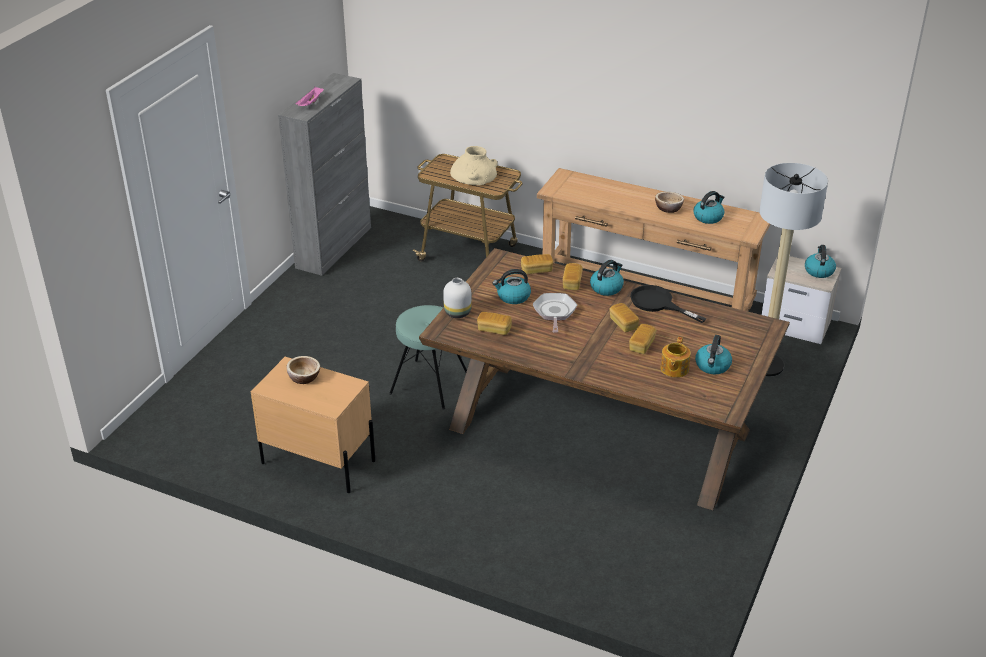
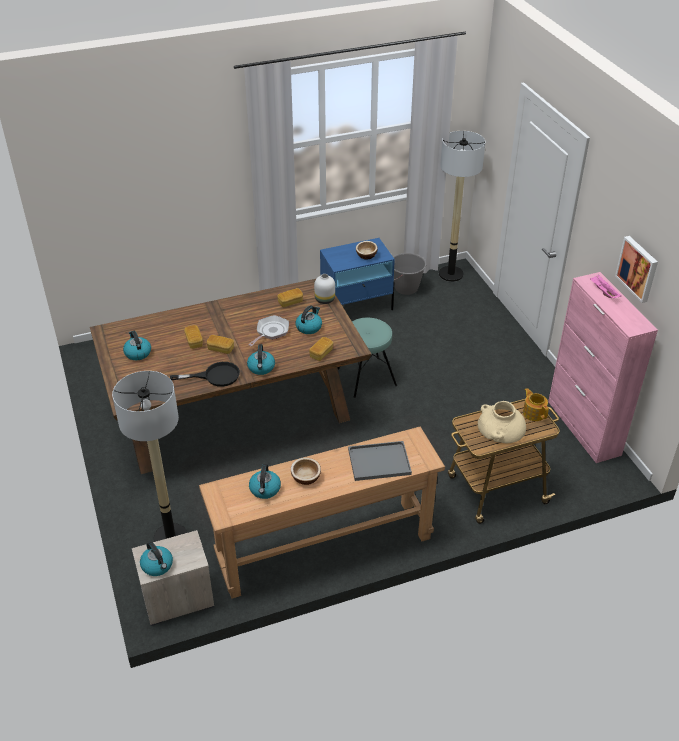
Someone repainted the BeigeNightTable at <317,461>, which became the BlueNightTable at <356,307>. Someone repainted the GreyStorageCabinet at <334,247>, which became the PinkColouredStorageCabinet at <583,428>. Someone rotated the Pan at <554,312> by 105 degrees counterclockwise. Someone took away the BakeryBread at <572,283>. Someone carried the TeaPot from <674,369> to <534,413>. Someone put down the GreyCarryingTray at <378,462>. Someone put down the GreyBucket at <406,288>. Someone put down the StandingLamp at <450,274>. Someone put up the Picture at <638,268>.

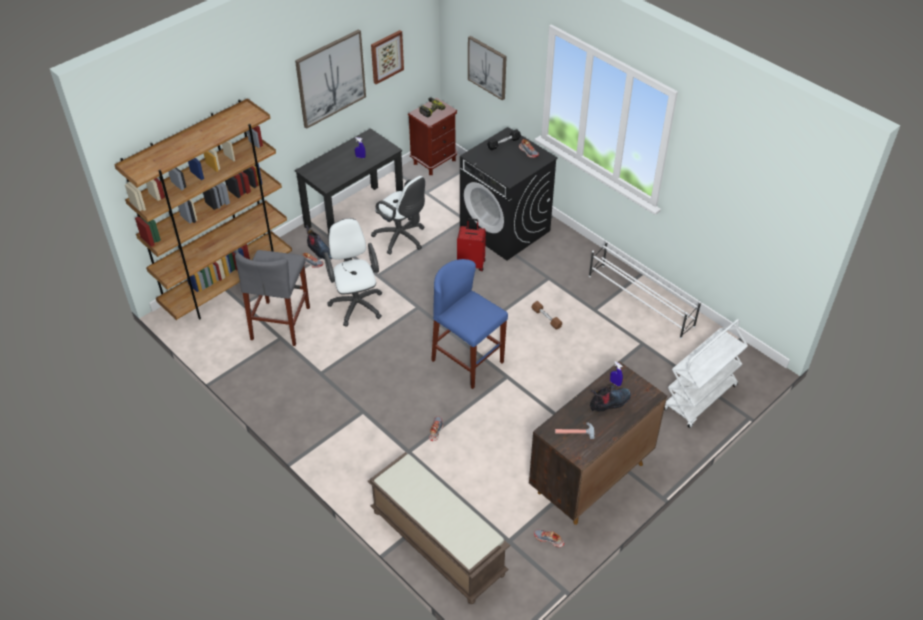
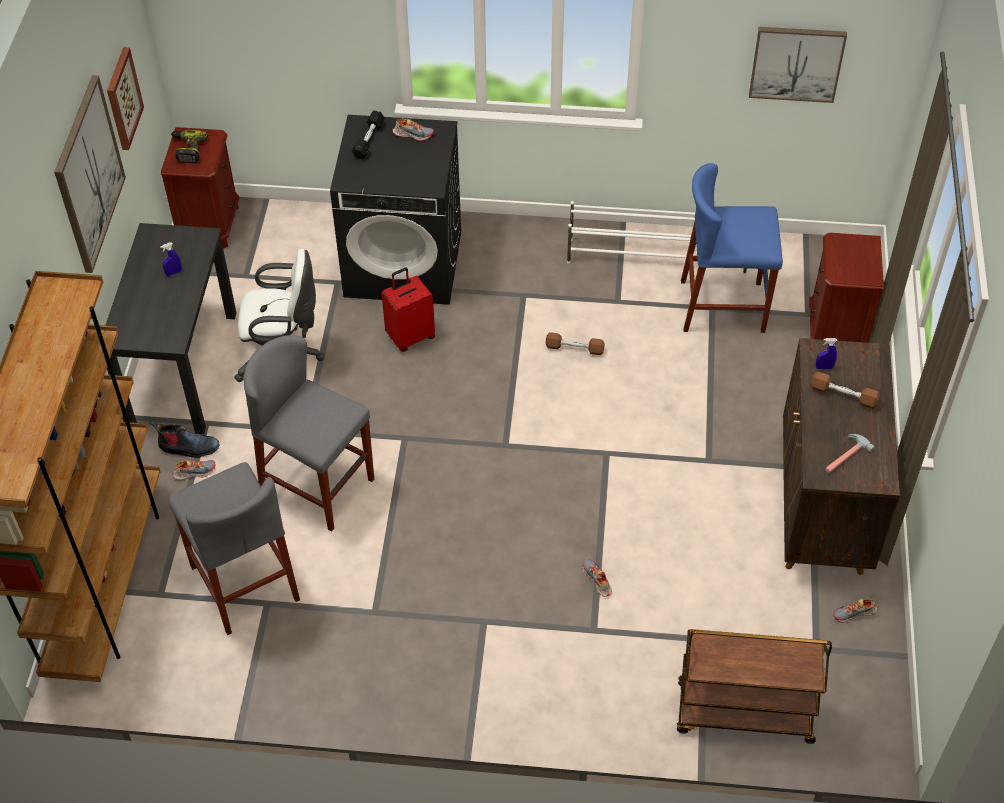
Someone swapped the WhitishOfficeChair at <356,303> for the GreyStool at <317,486>. Someone swapped the BrownColouredBench at <436,543> for the BrownColouredTrolley at <743,714>. Someone carried the BlueStool from <467,361> to <722,306>. Someone carried the Picture from <487,67> to <796,63>. Someone swapped the Boot at <609,403> for the BrownColouredDumbbell at <843,395>. Someone swapped the WhitishTrolley at <700,398> for the BrownColouredNightTable at <835,333>.

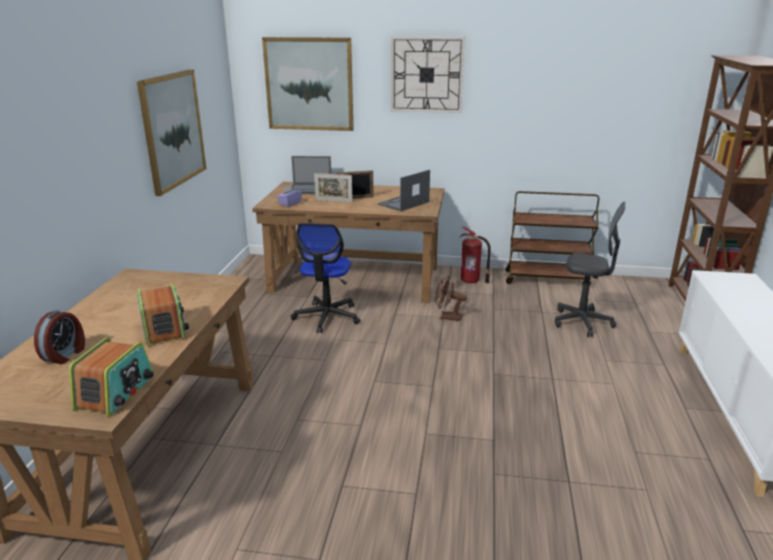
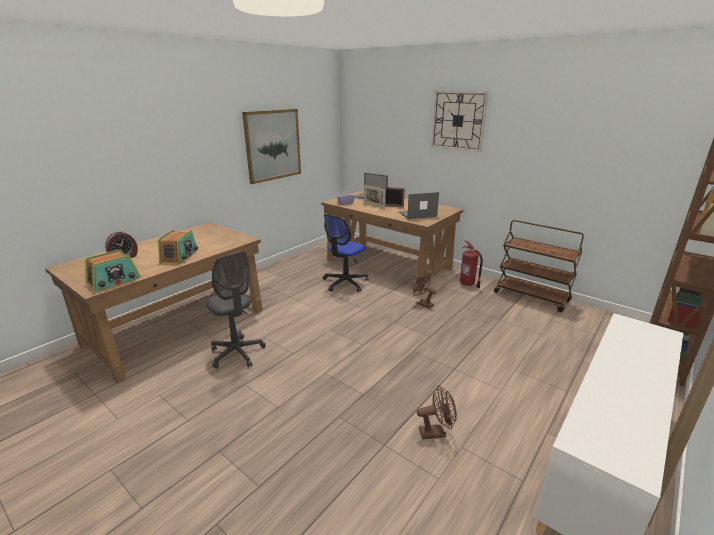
Someone took away the Picture at <309,84>. Someone carried the GreyOfficeChair from <582,322> to <237,353>. Someone put down the BrownColouredCoolingFan at <436,432>.

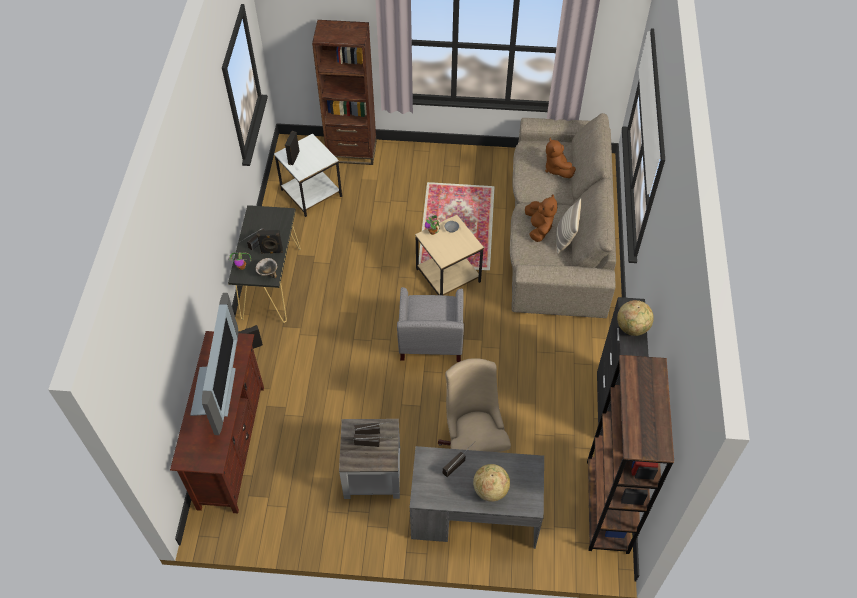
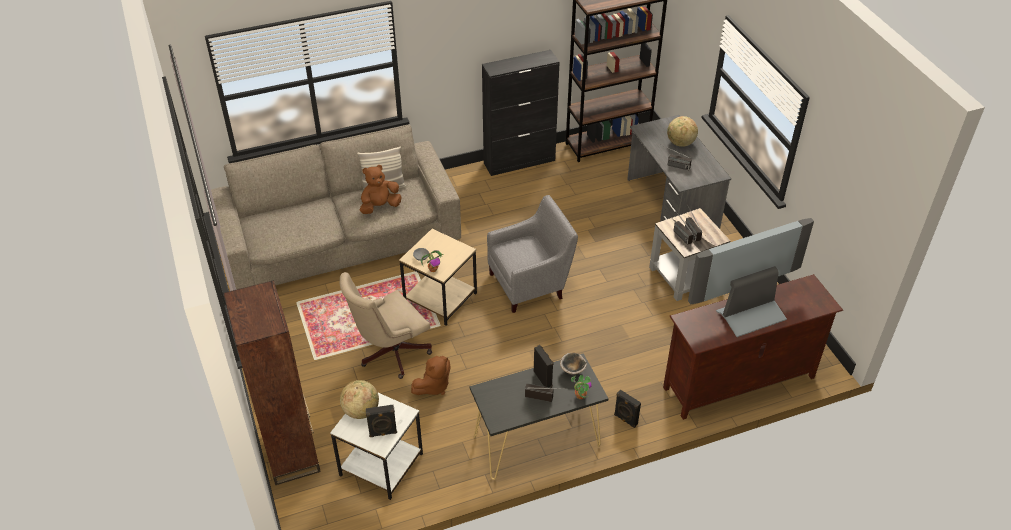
Someone carried the BeigeOfficeChair from <472,445> to <390,353>. Someone carried the BrownColouredSoftToy from <556,169> to <433,386>. Someone carried the WorldGlobe from <632,327> to <361,410>.

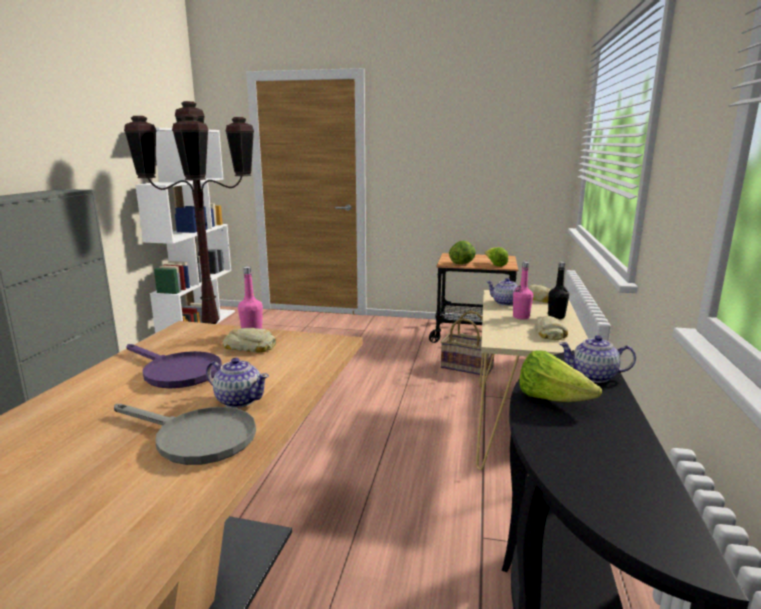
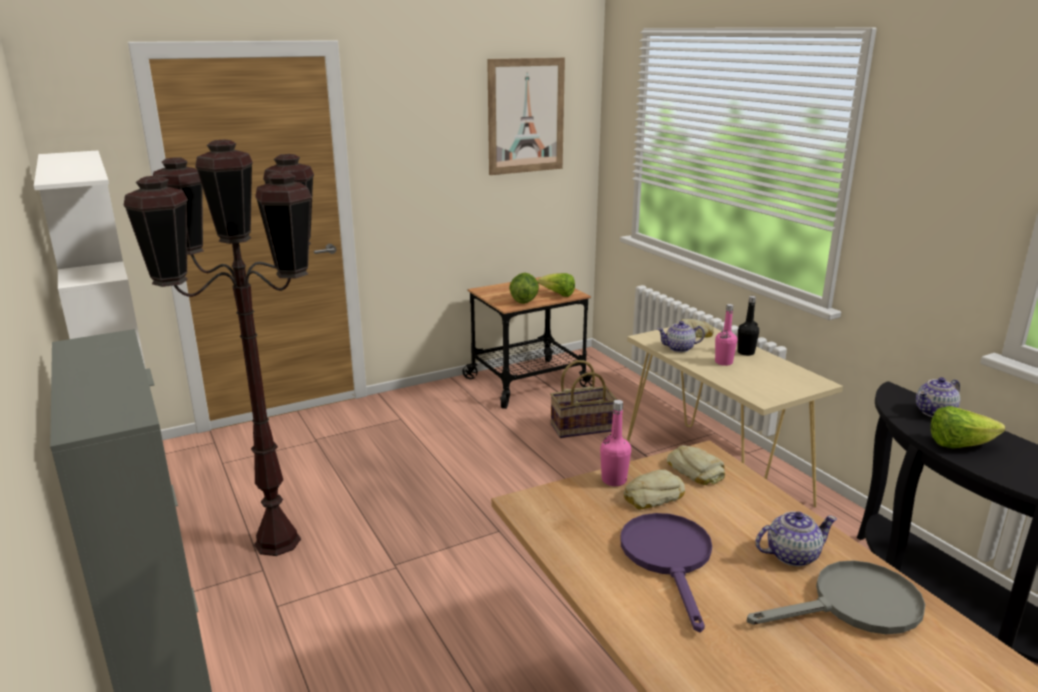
Someone rotated the PurplishPan at <176,372> by 90 degrees counterclockwise. Someone carried the BakeryBread from <550,333> to <696,470>. Someone put up the Picture at <526,116>.

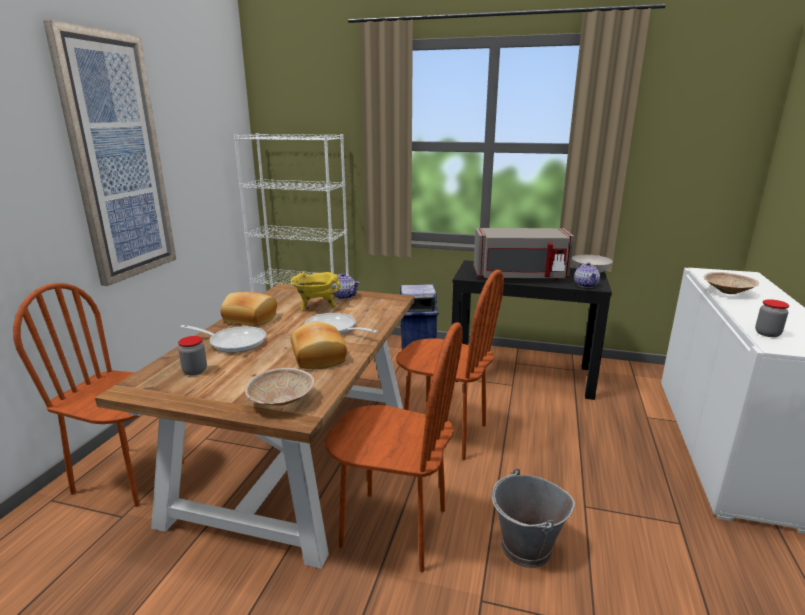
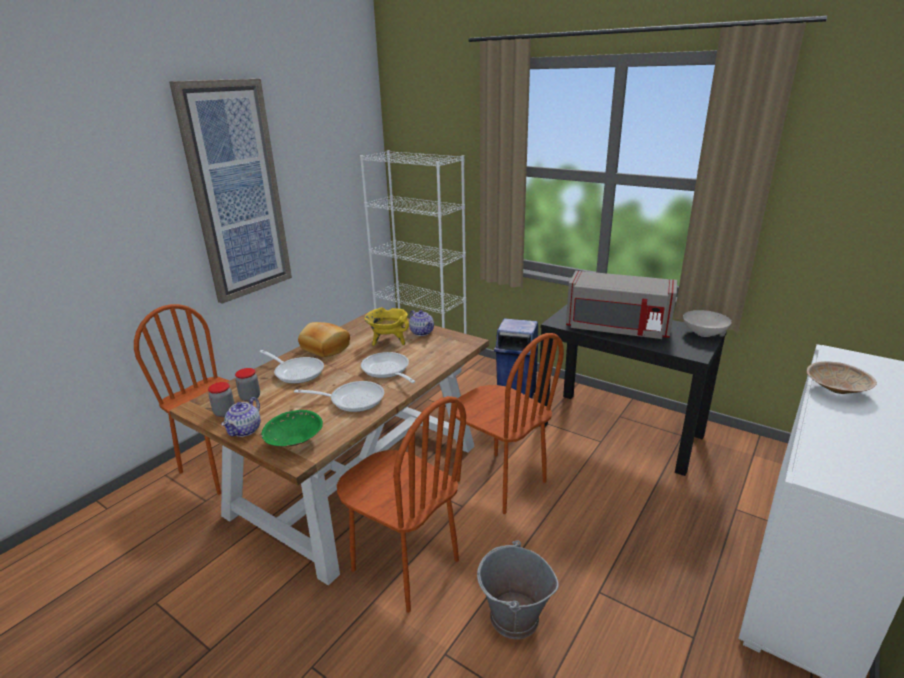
Someone repainted the BeigeServingBowl at <280,402>, which became the GreenishServingBowl at <294,441>. Someone swapped the BakeryBread at <317,357> for the Pan at <352,399>. Someone carried the TeaPot from <586,285> to <245,430>. Someone carried the StorageJar from <767,333> to <224,413>.

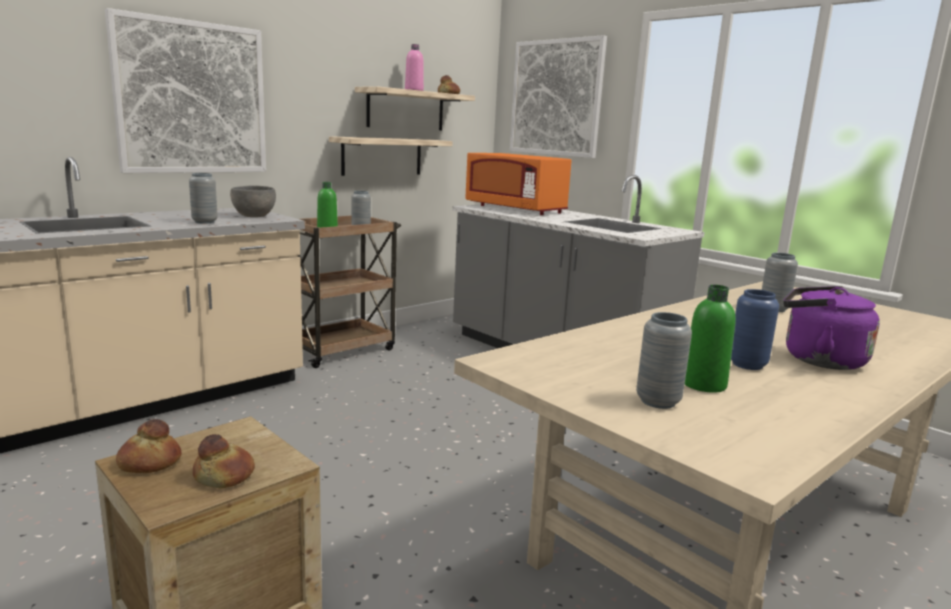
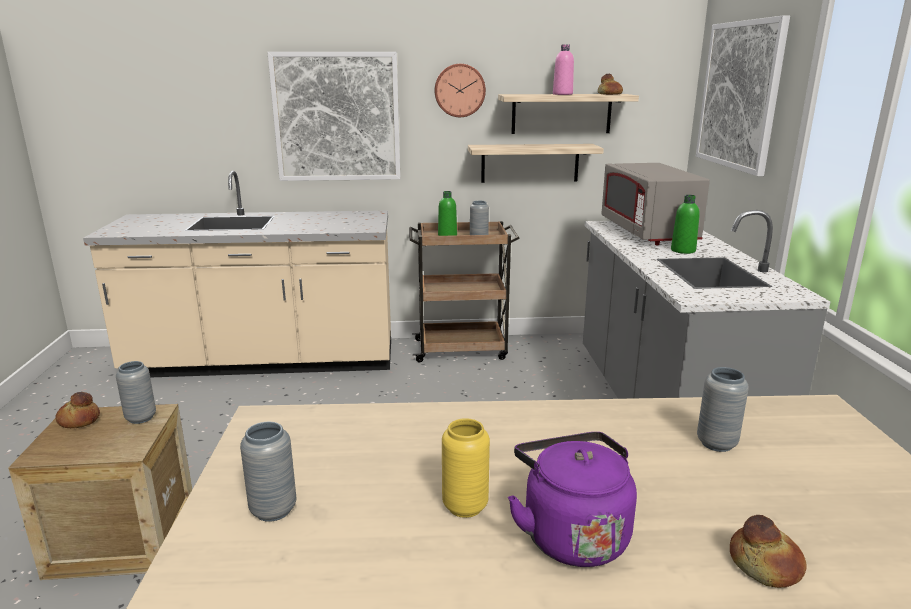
Someone carried the GreyDecorativeVase from <204,222> to <141,418>. Someone carried the BakeryBread from <224,475> to <765,564>. Someone took away the GreyServingBowl at <254,216>. Someone repainted the OrangeColouredKitchenMicrowave at <515,209>, which became the GreyKitchenMicrowave at <647,232>. Someone carried the GreenishBeverageBottle from <703,385> to <683,250>. Someone repainted the BlueDecorativeVase at <747,365>, which became the YellowDecorativeVase at <465,506>. Someone put up the WallClock at <459,90>.

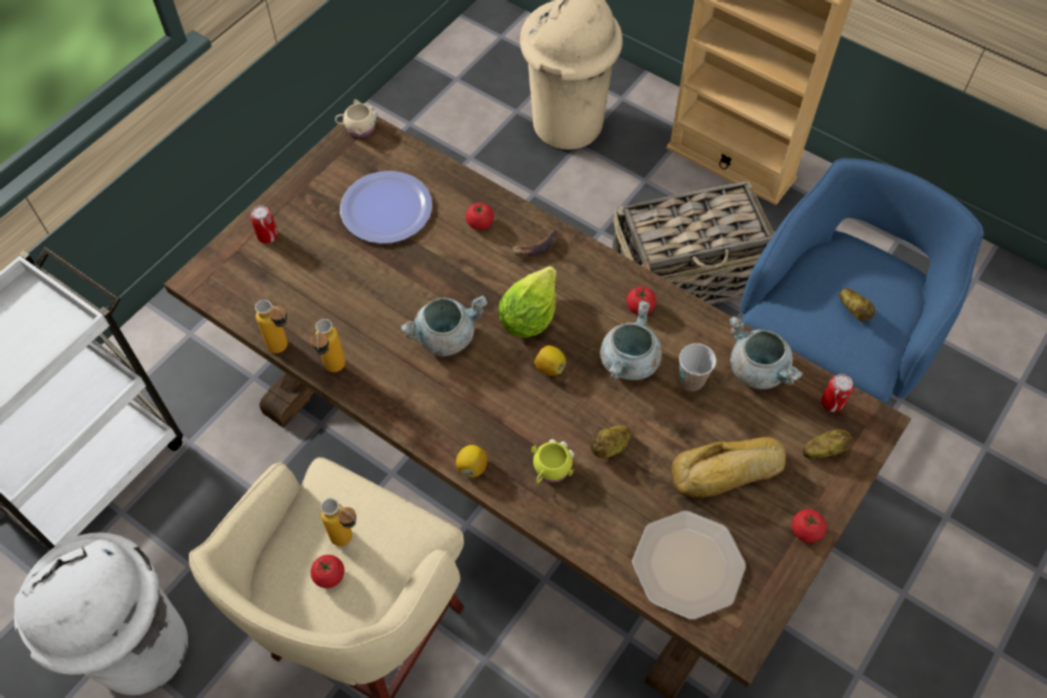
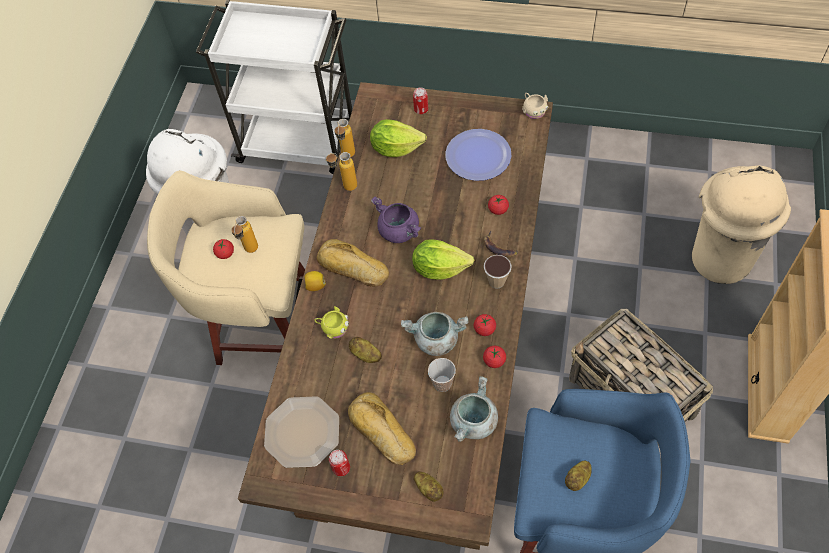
Someone repainted the GreySaucepot at <445,337>, which became the PurplishSaucepot at <399,231>. Someone took away the CitrusFruit at <549,367>. Someone carried the FreshTomato from <805,531> to <494,361>. Someone carried the Can from <832,403> to <341,468>. Someone put down the BakeryBread at <352,268>. Someone put down the LettuceHead at <396,148>. Someone put down the SmallCup at <496,281>.

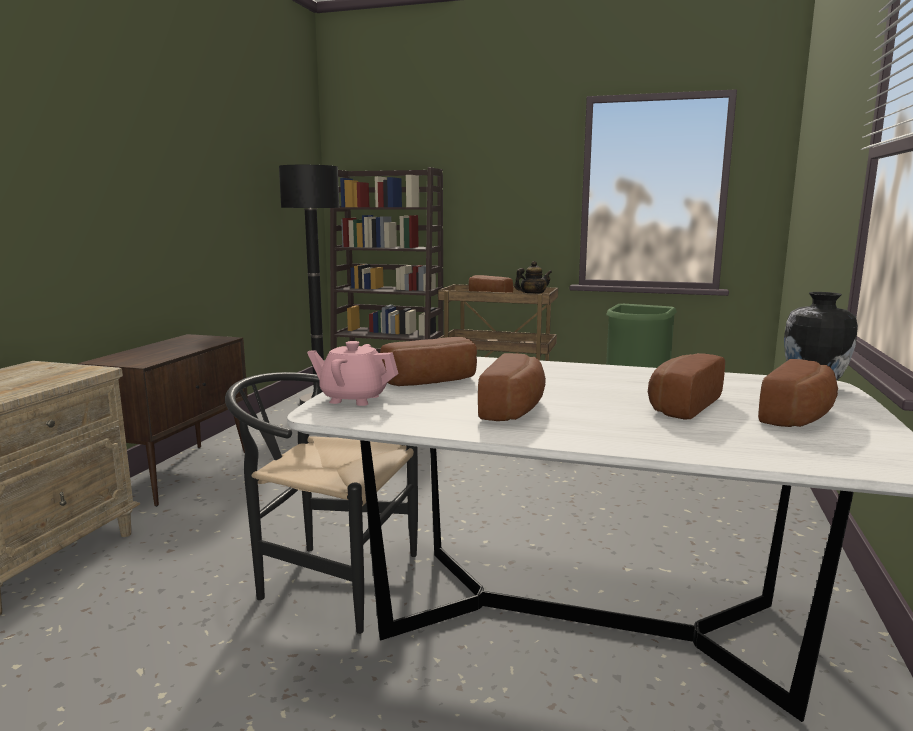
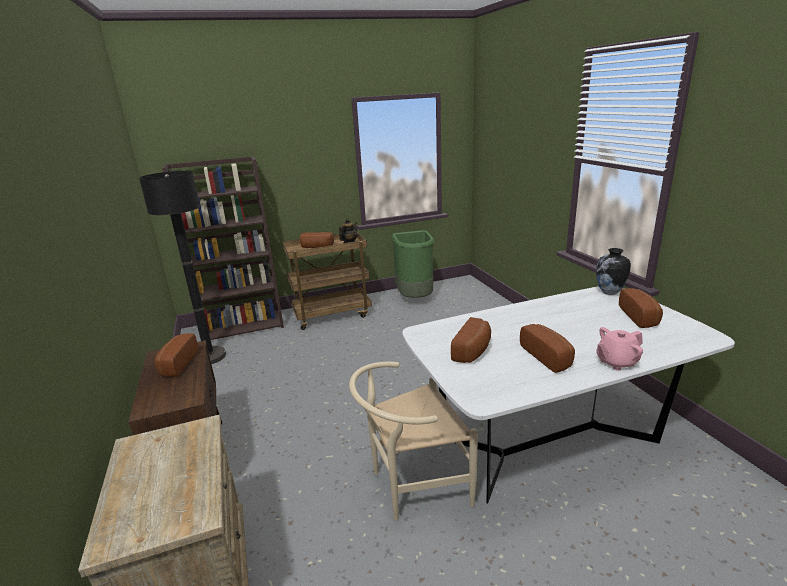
Someone repainted the BlackColouredUprightChair at <326,579>, which became the BeigeUprightChair at <412,485>. Someone carried the PinkColouredTeaPot from <354,398> to <616,362>. Someone carried the BakeryBread from <680,405> to <176,364>.

